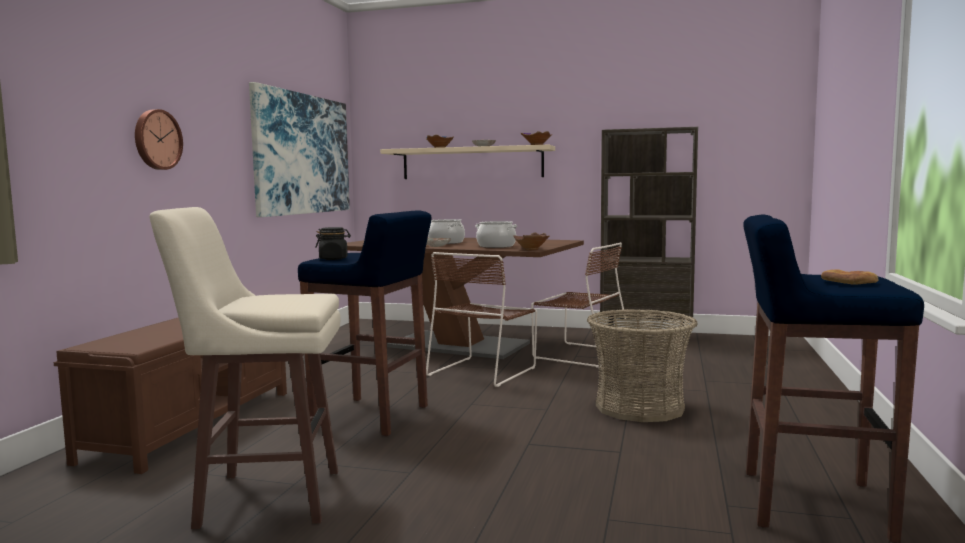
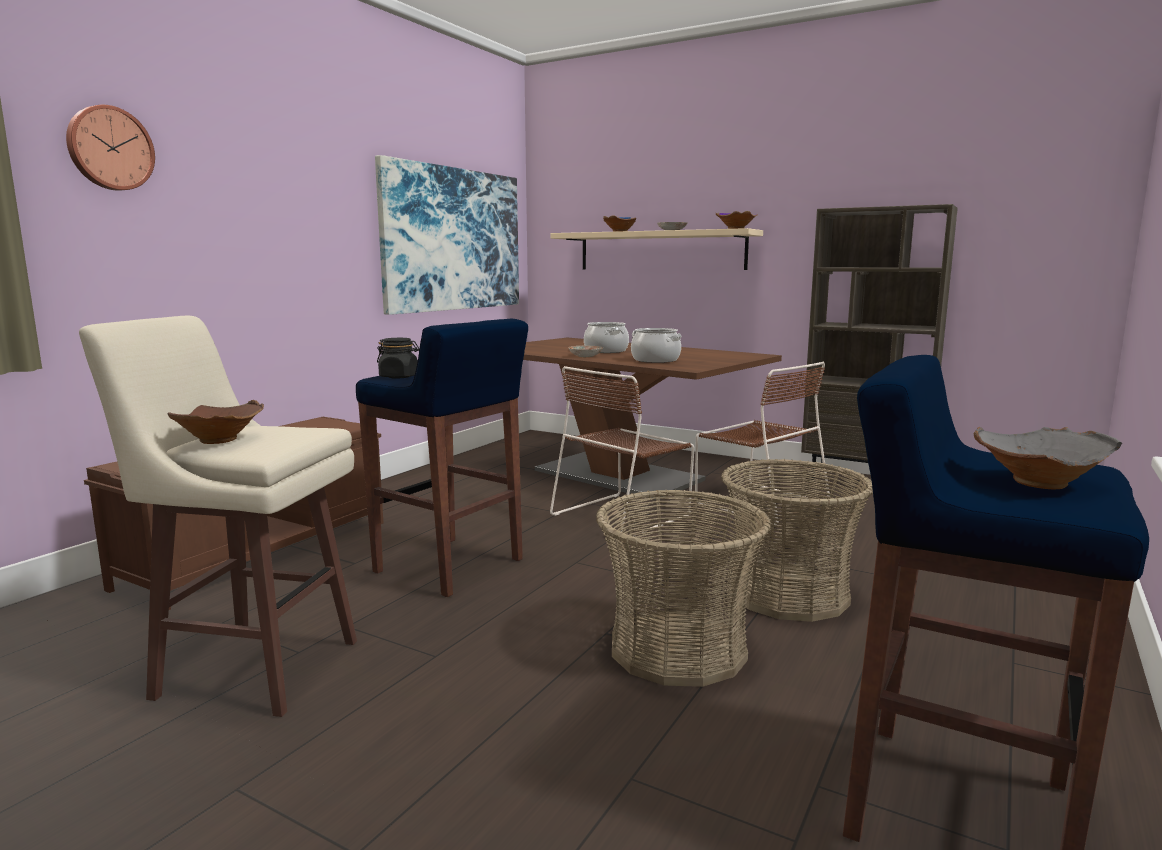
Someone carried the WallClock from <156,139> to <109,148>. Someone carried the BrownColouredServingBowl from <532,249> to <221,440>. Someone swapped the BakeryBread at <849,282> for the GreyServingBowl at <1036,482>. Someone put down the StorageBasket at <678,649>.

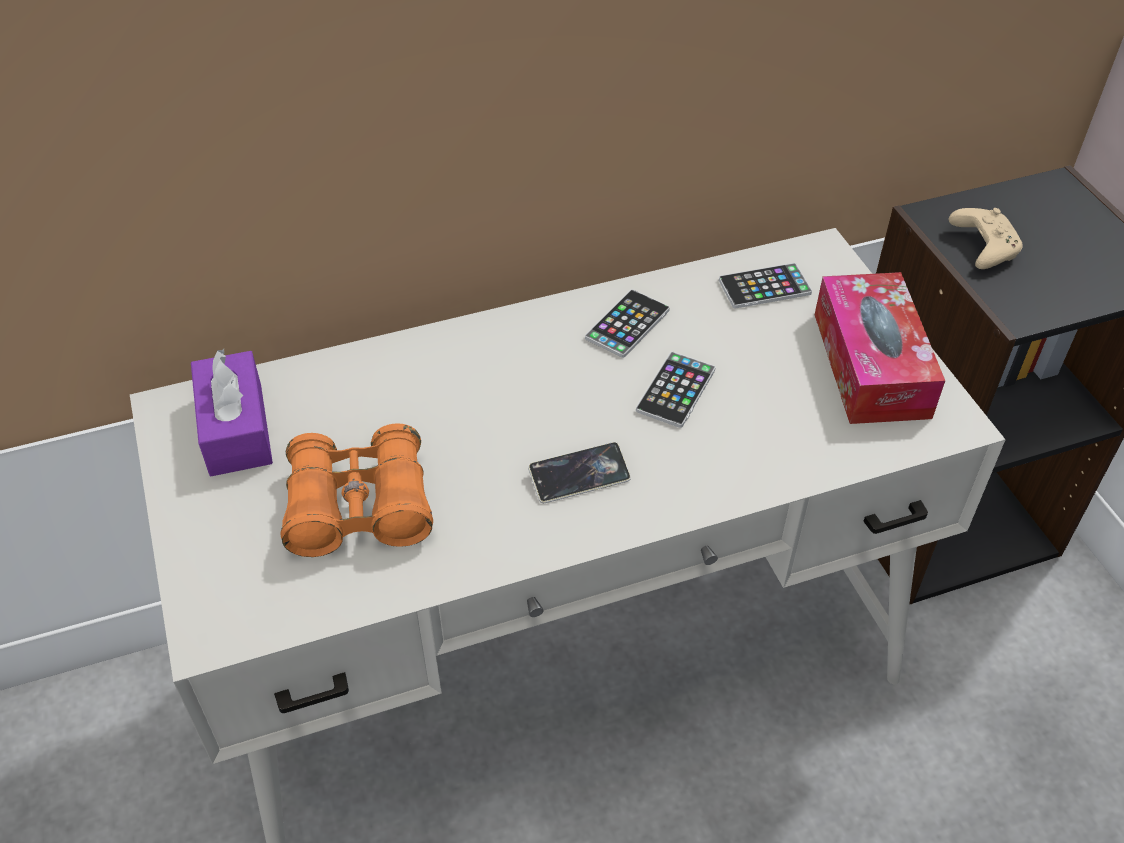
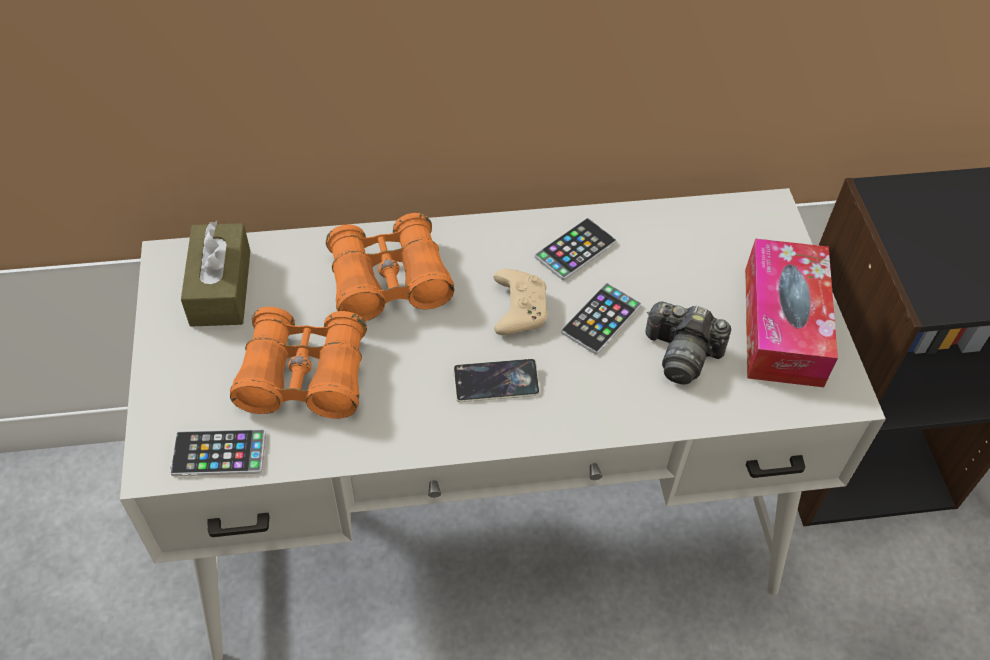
Someone repainted the PurplishBoxOfTissues at <236,429>, which became the BrownColouredBoxOfTissues at <221,288>. Someone carried the Phone from <764,287> to <219,453>. Someone carried the BeigeGamepad from <982,246> to <518,309>. Someone put down the OrangeColouredBinoculars at <389,282>. Someone put down the StillCamera at <681,354>.

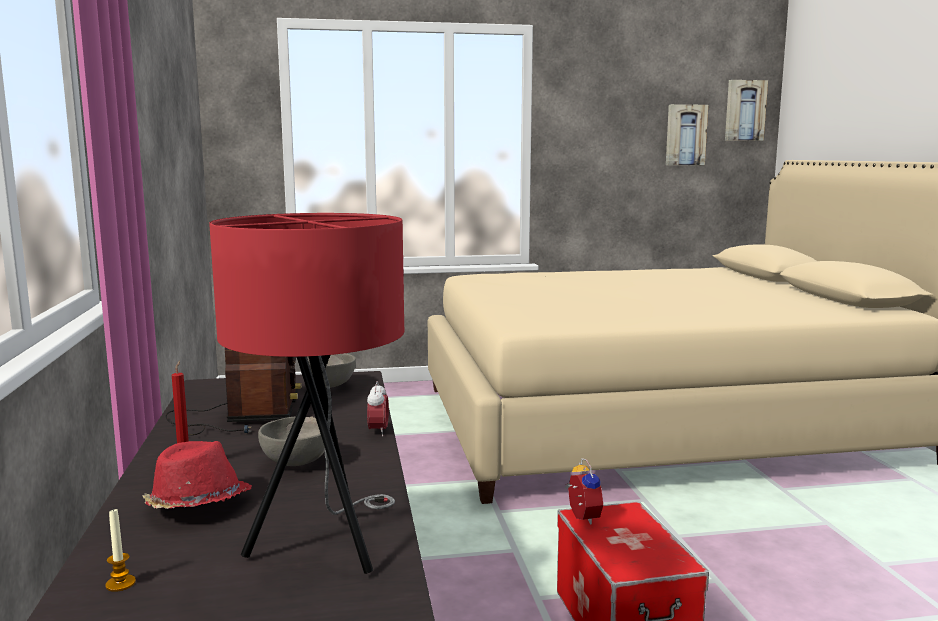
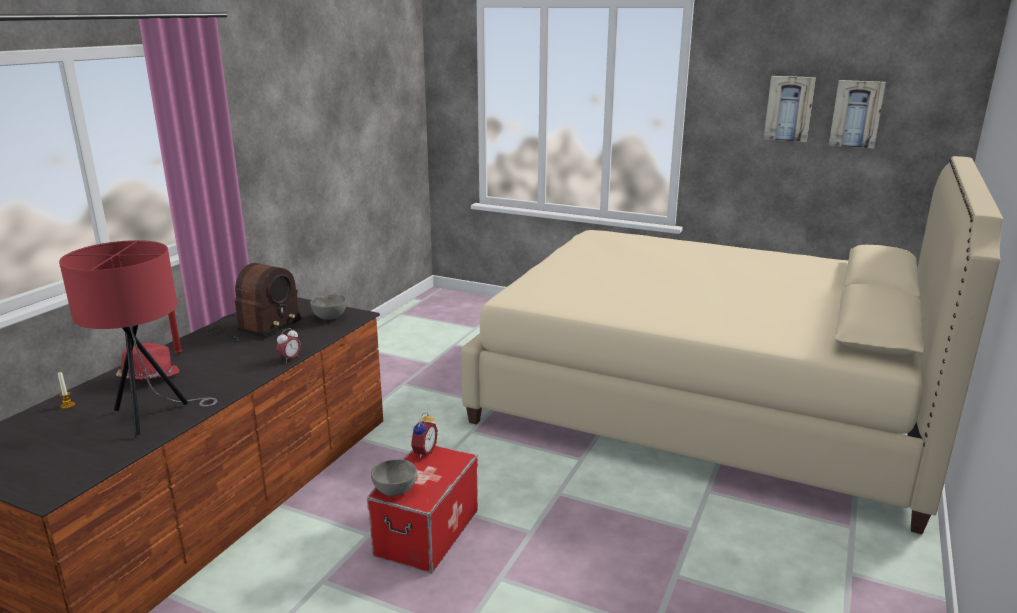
Someone carried the GreyServingBowl from <298,463> to <396,491>. Someone carried the Picture from <744,110> to <789,108>.

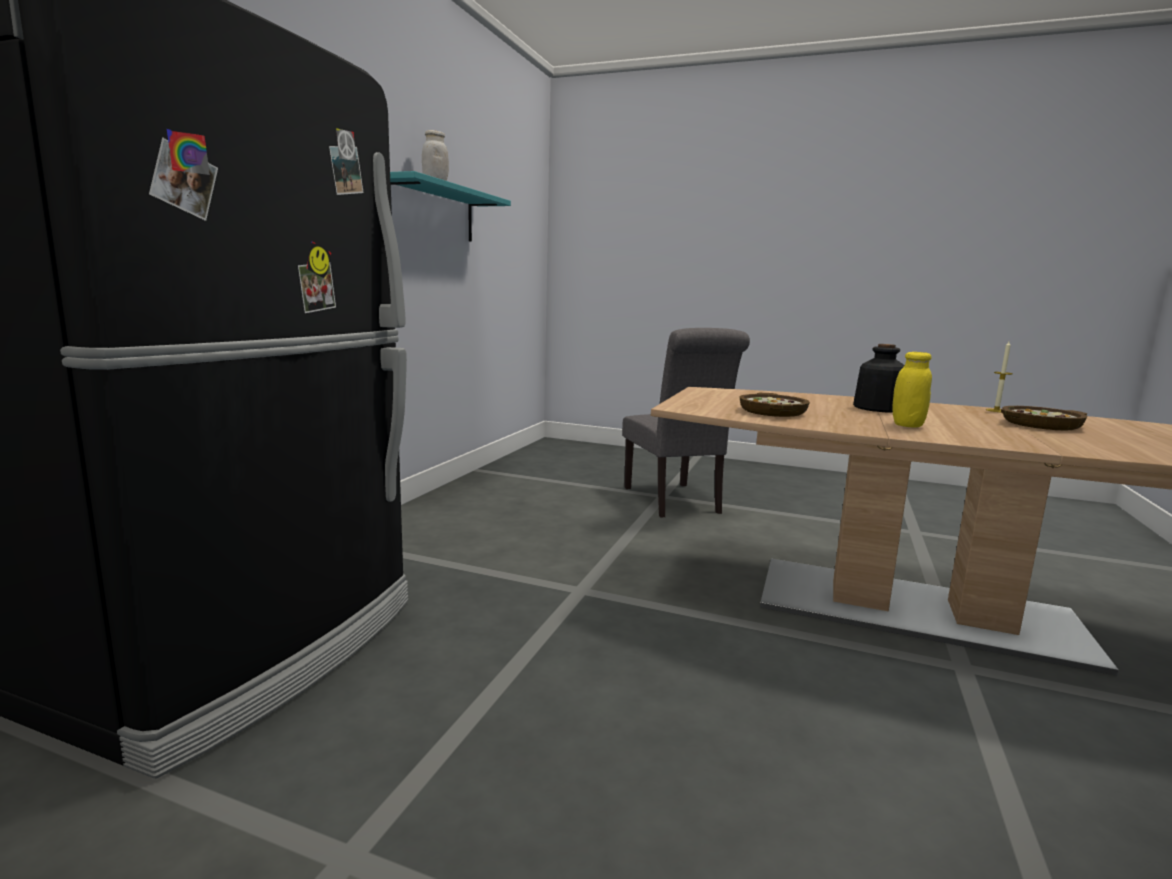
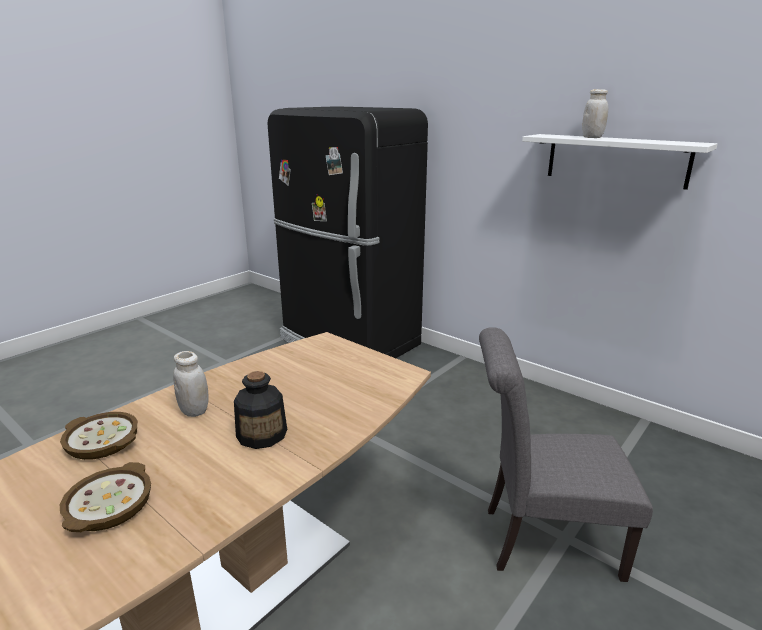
Someone repainted the TurquoiseColouredBracketShelf at <433,212>, which became the WhitishBracketShelf at <616,160>. Someone carried the ServingBowl from <773,412> to <102,442>. Someone repainted the YellowStorageJar at <907,425>, which became the WhitishStorageJar at <194,411>. Someone took away the WaxLight at <996,410>.

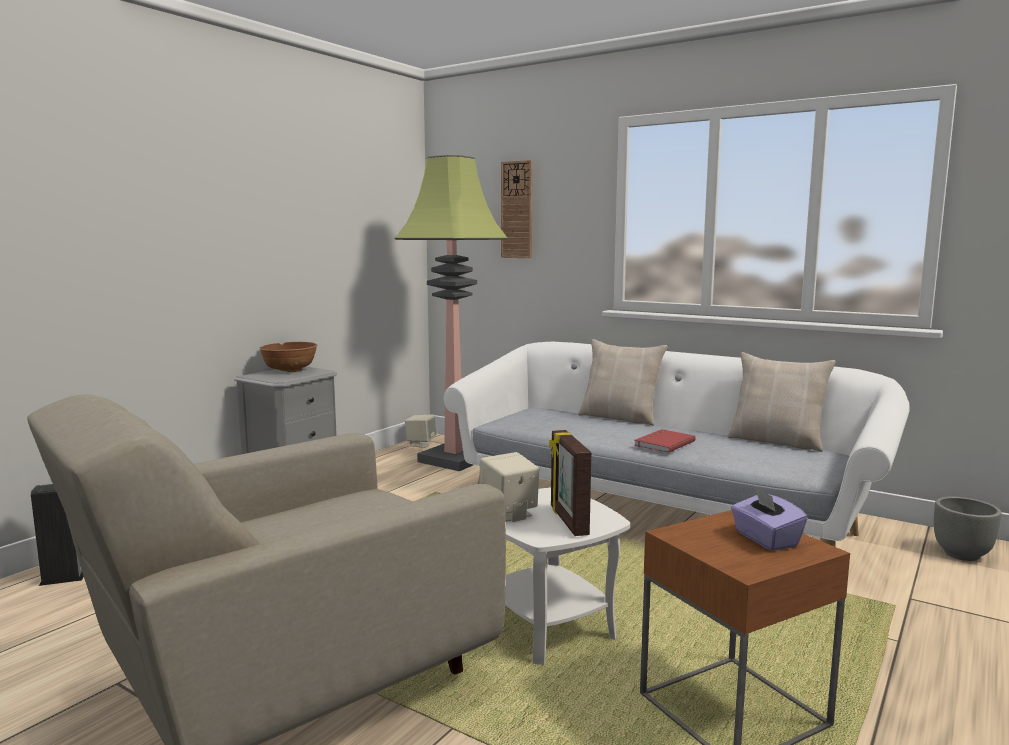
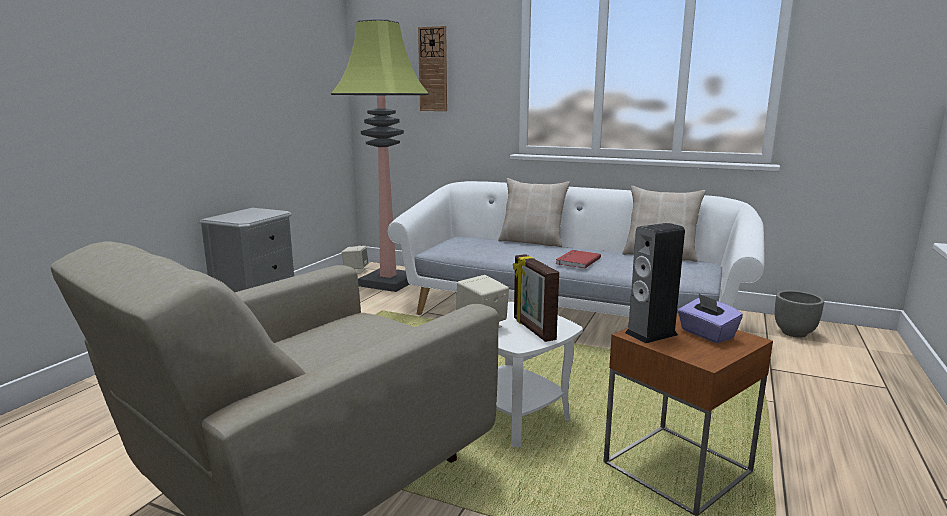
Someone carried the Speaker from <63,577> to <651,334>. Someone took away the BrownColouredServingBowl at <289,370>.

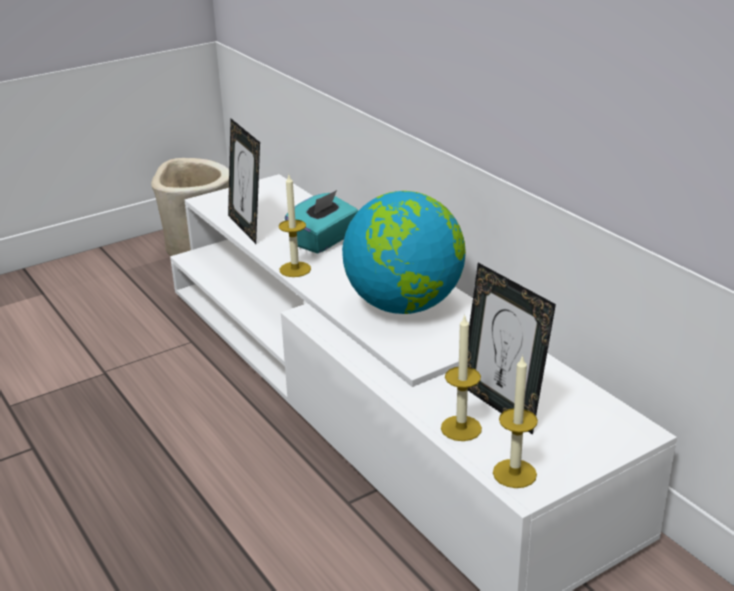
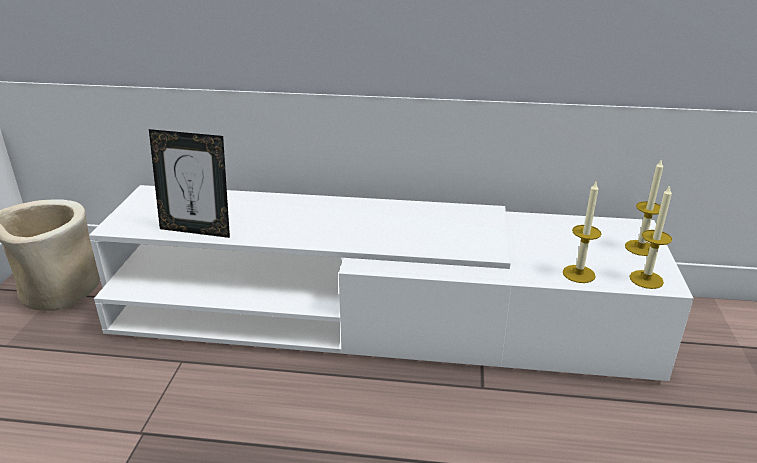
Someone carried the WaxLight from <295,269> to <640,248>. Someone took away the TurquoiseColouredBoxOfTissues at <323,241>. Someone took away the WorldGlobe at <404,305>. Someone took away the PhotoFrame at <501,406>.

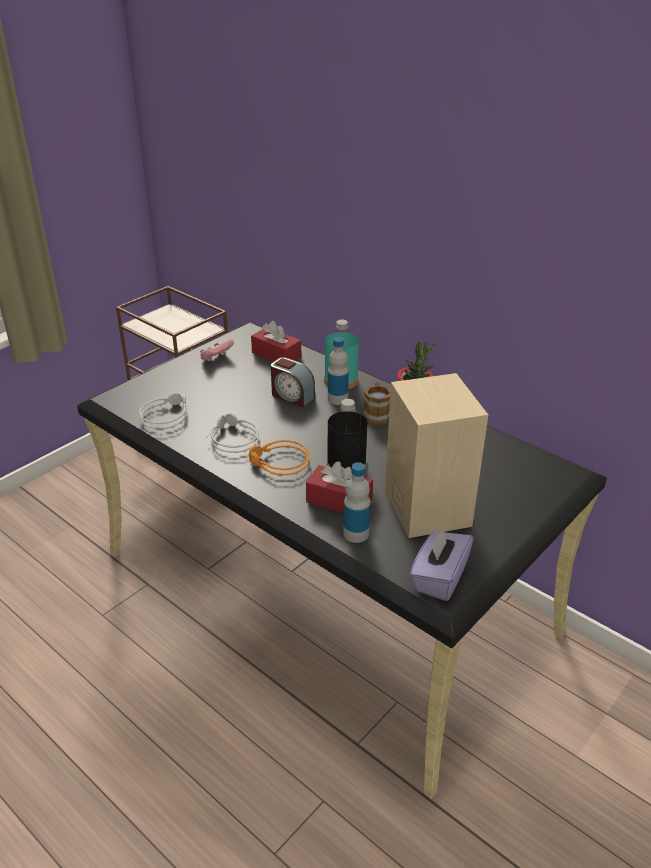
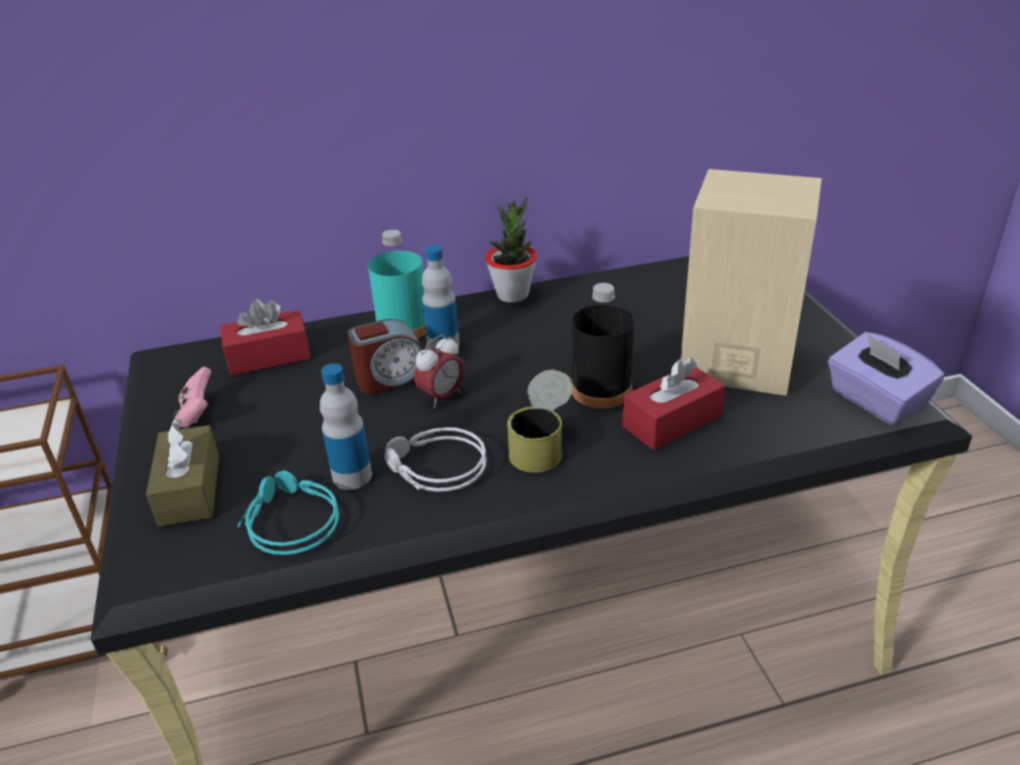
Someone repainted the GreyPairOfHeadphones at <165,415>, which became the TurquoiseColouredPairOfHeadphones at <288,521>. Someone swapped the OrangeColouredPairOfHeadphones at <278,464> for the Can at <542,445>. Someone carried the BeverageBottle from <356,534> to <352,476>. Someone took away the TeaMug at <376,414>. Someone put down the BrownColouredBoxOfTissues at <190,490>. Someone put down the BedsideClock at <442,397>.

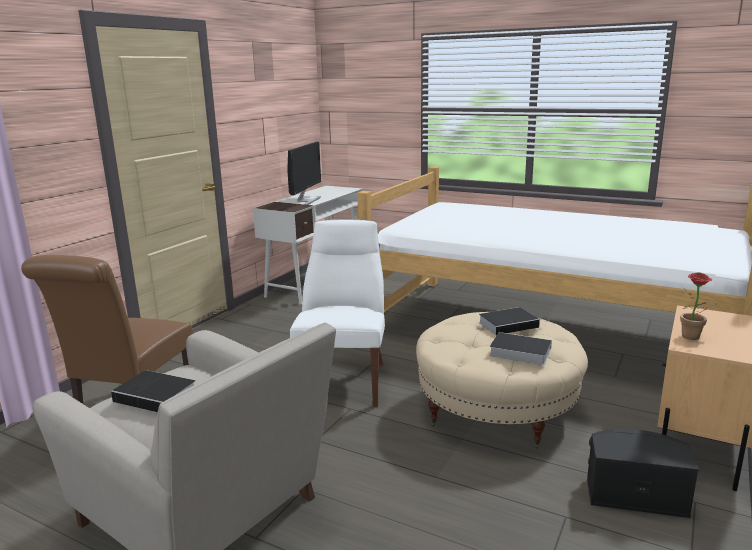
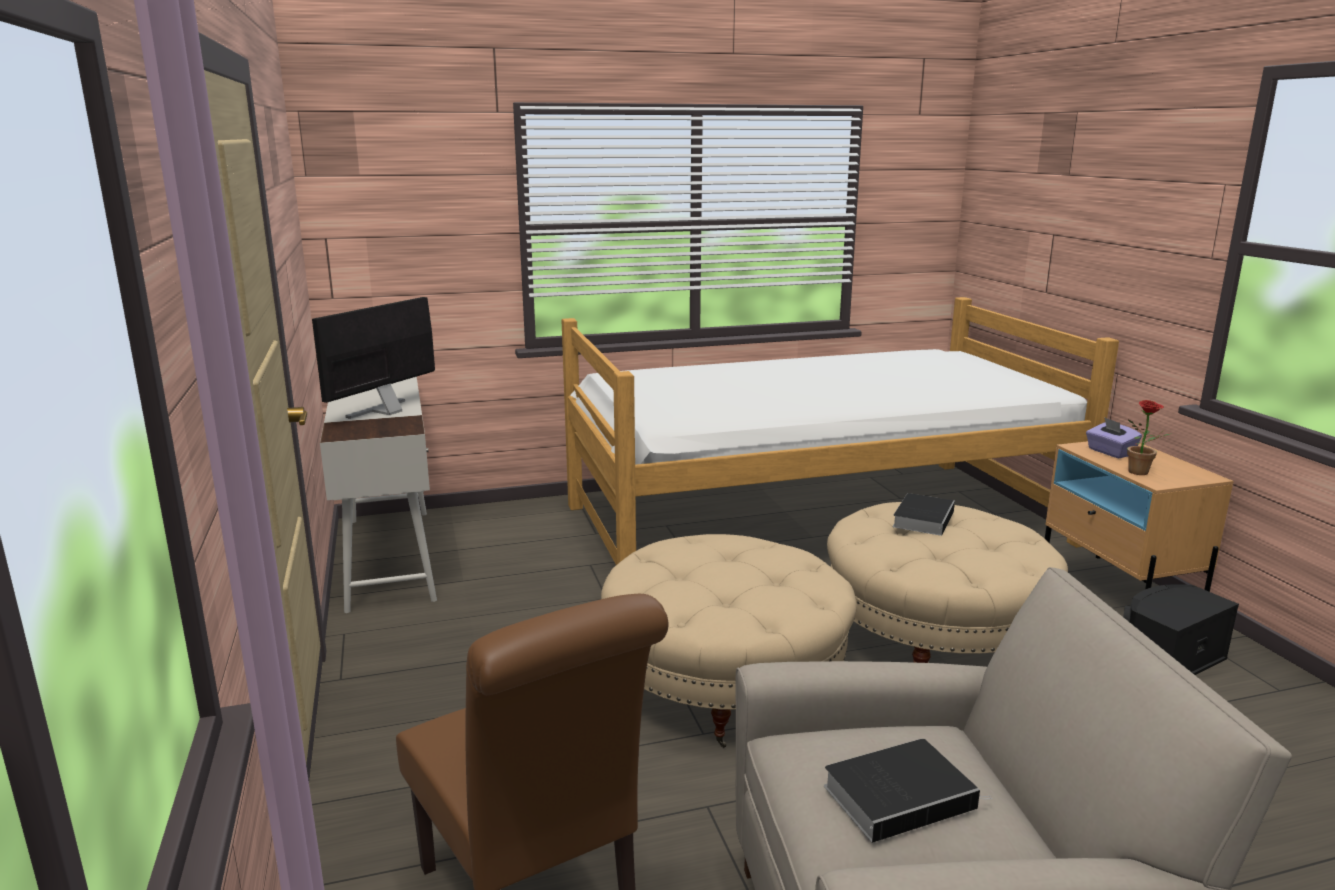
Someone rotated the Monitor at <306,201> by 120 degrees counterclockwise. Someone swapped the WhitishUprightChair at <345,380> for the BeigeOttoman at <725,682>. Someone took away the BoundBook at <518,352>. Someone put down the PurplishBoxOfTissues at <1110,452>.

